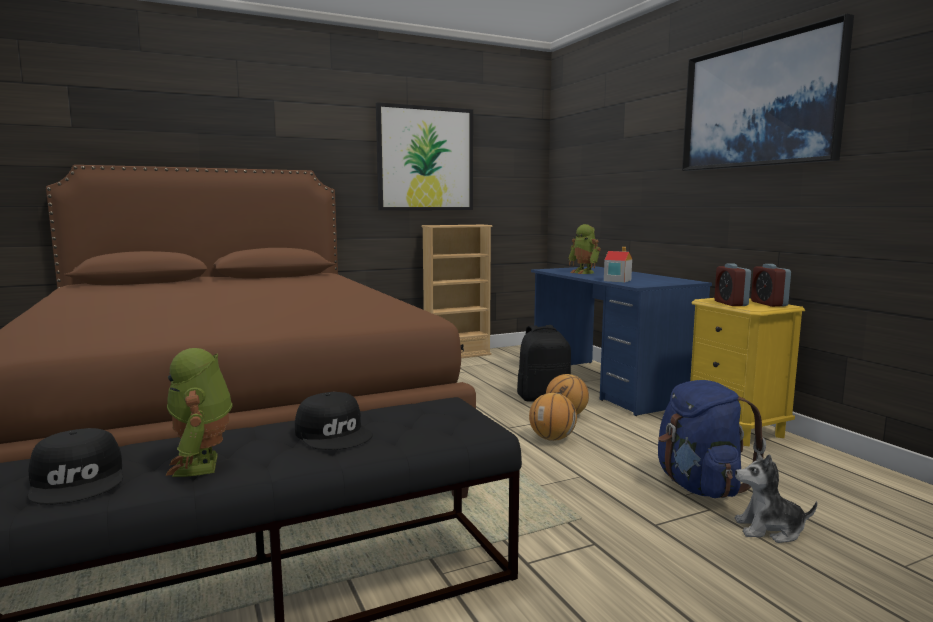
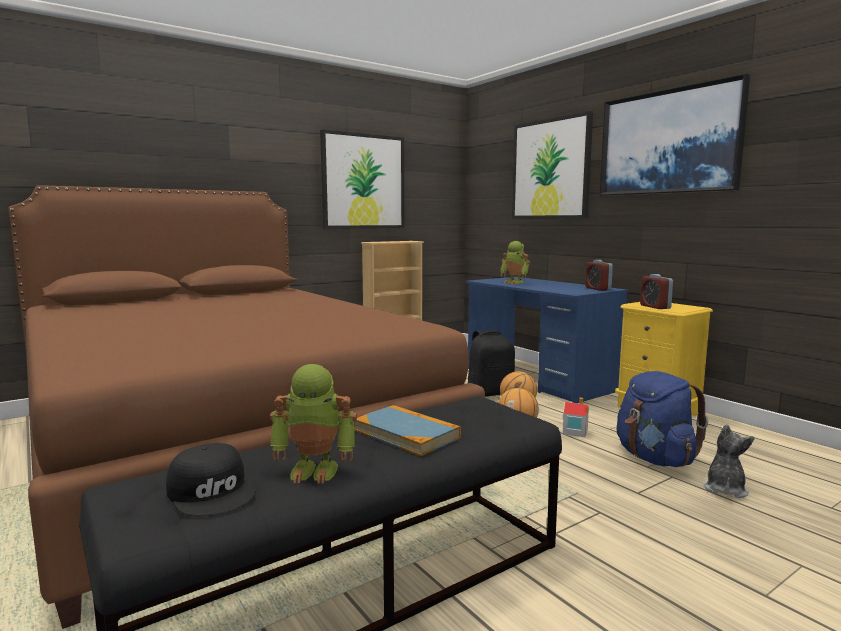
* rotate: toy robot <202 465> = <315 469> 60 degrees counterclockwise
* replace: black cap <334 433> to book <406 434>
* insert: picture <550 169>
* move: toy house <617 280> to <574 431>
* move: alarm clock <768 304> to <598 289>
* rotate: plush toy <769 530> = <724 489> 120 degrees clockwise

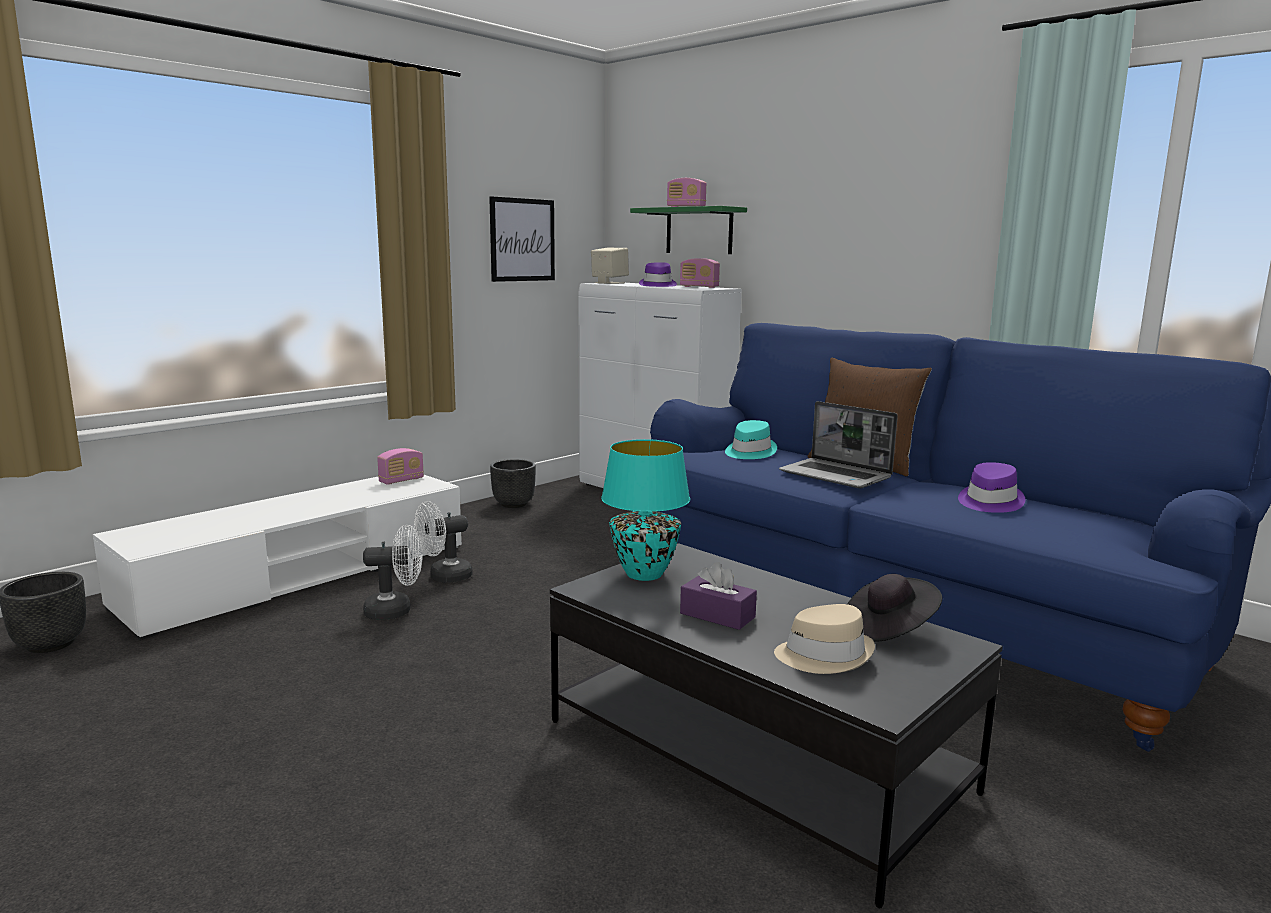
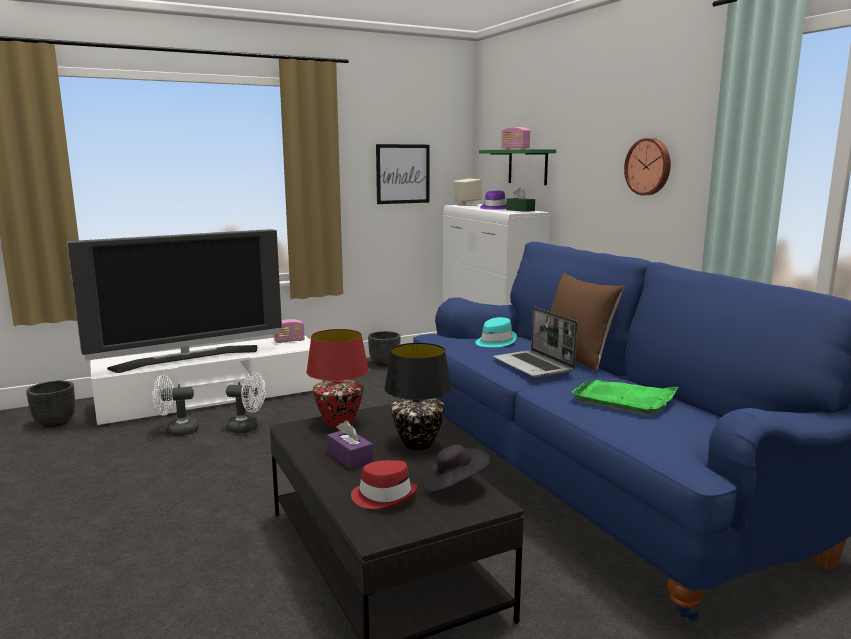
* insert: television <188 358>
* move: white fan <444 577> to <177 431>
* recolor: turquoise table lamp <644 574> to red table lamp <339 423>
* recolor: beige hat <824 655> to red hat <384 496>
* insert: black table lamp <417 444>
* replace: radio <699 287> to green tissue box <520 210>
* replace: purple hat <989 502> to green tray <625 399>
* insert: wall clock <649 167>

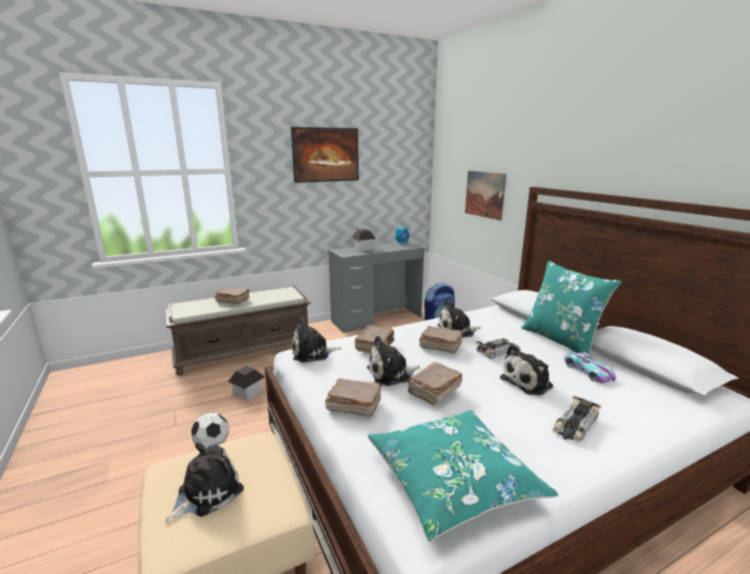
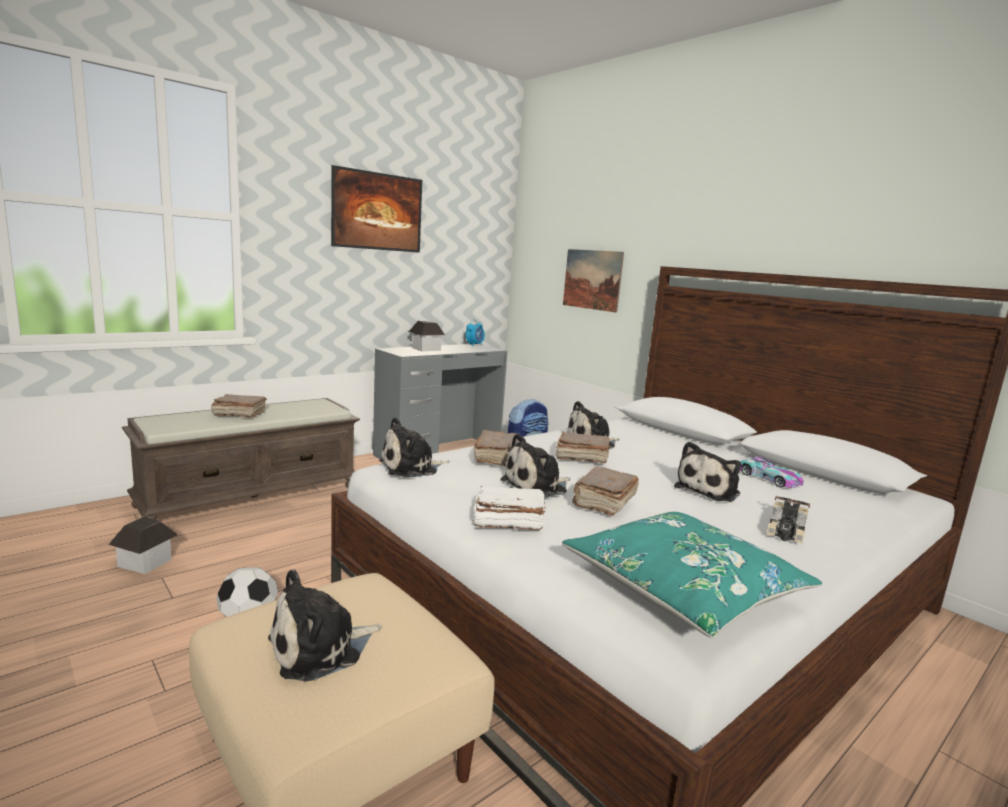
* move: toy house <248 392> to <145 562>
* rotate: plush toy <206 492> = <321 648> 150 degrees counterclockwise
* recolor: brown book <353 405> to white book <507 521>
* delete: toy car <498 351>
* delete: turquoise pillow <561 340>

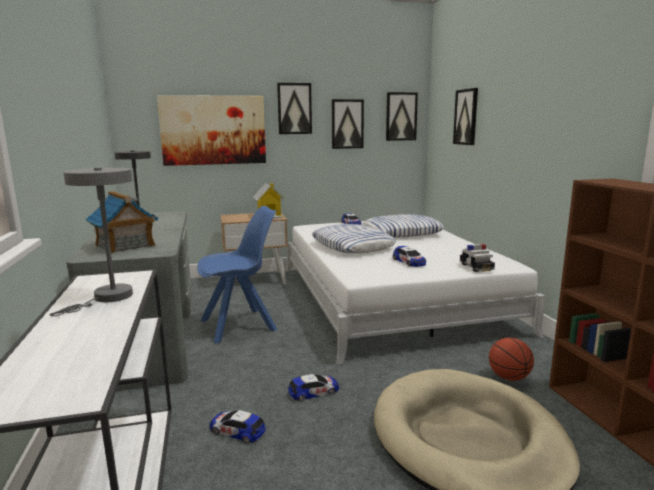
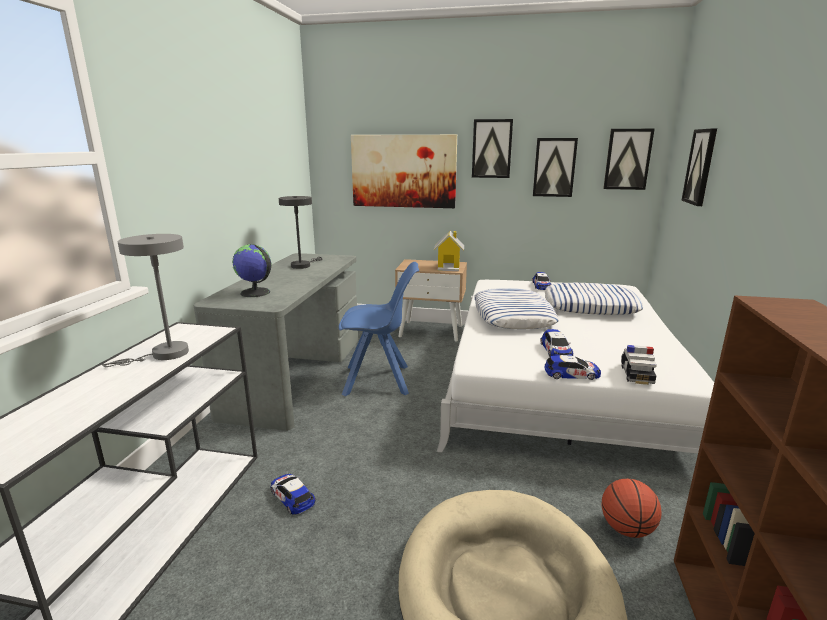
* replace: toy house <125 245> to globe <255 293>
* move: toy car <314 391> to <572 374>

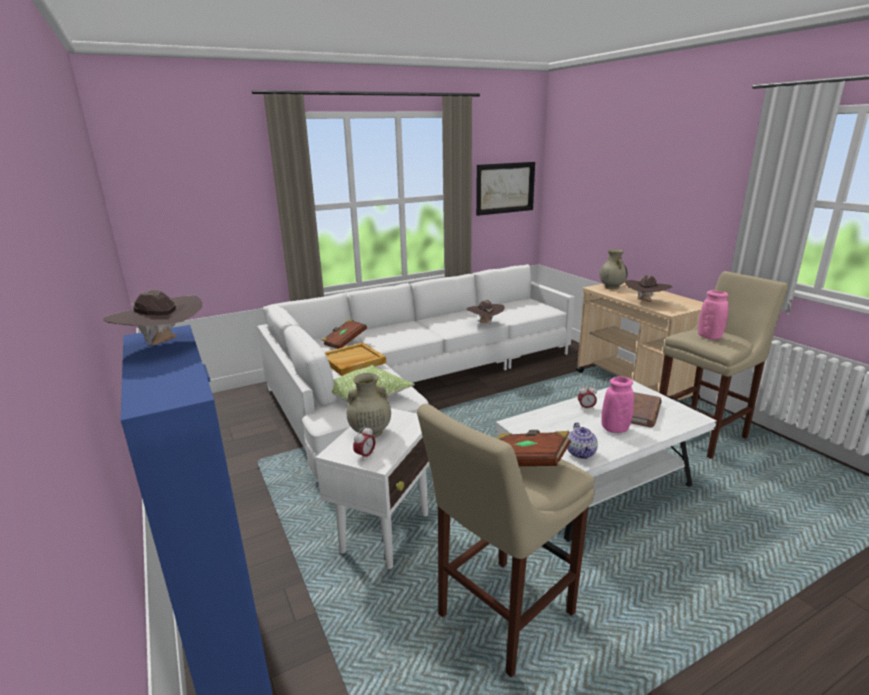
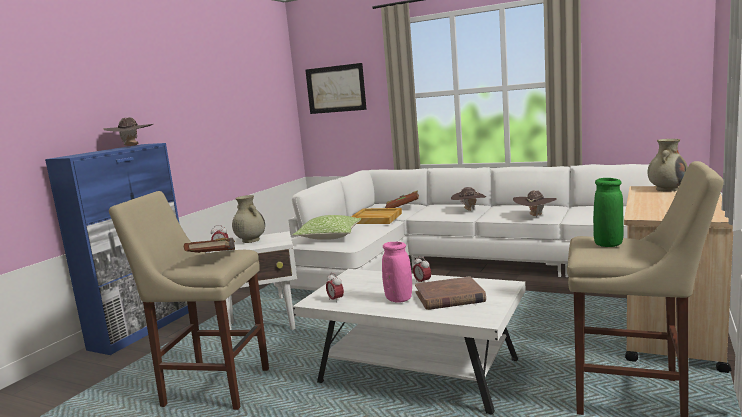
* move: picture <505 188> to <336 89>
* replace: teapot <581 453> to alarm clock <335 300>
* move: brown hat <645 302> to <469 211>
* recolor: pink vase <709 337> to green vase <608 244>

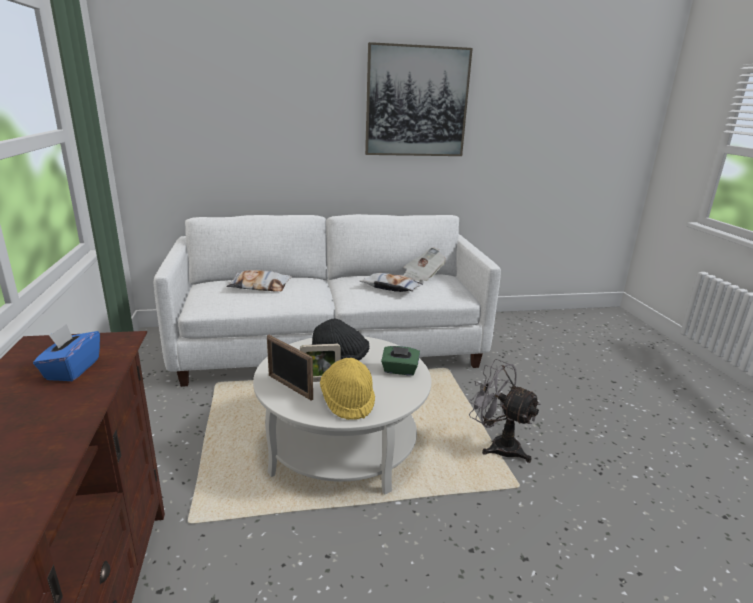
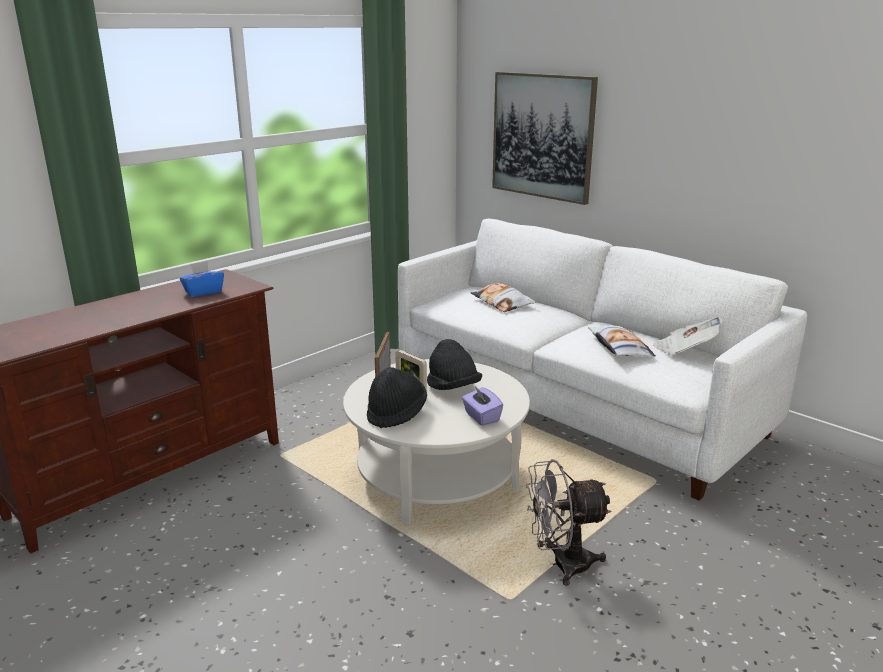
* recolor: yellow hat <348 401> to black hat <396 414>
* recolor: green tissue box <399 370> to purple tissue box <481 417>
* move: picture <416 102> to <542 136>
* rotate: grey fan <498 445> = <561 564> 105 degrees counterclockwise

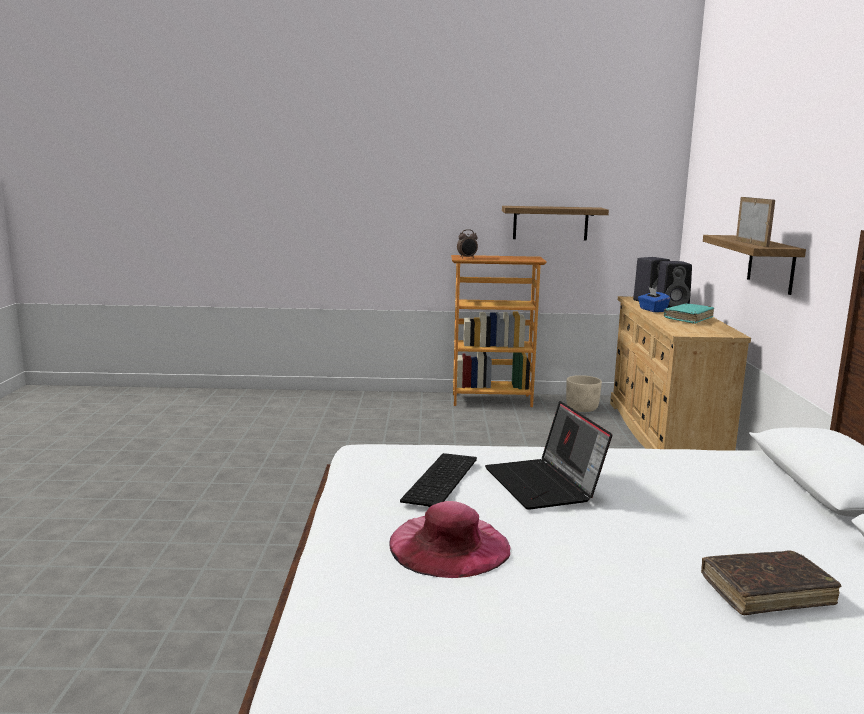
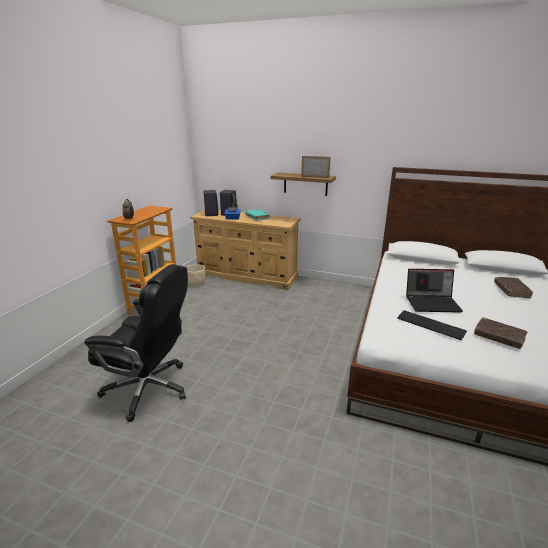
* insert: black office chair <149 388>
* replace: pink hat <449 545> to brown book <498 337>
* delete: shelf <550 223>

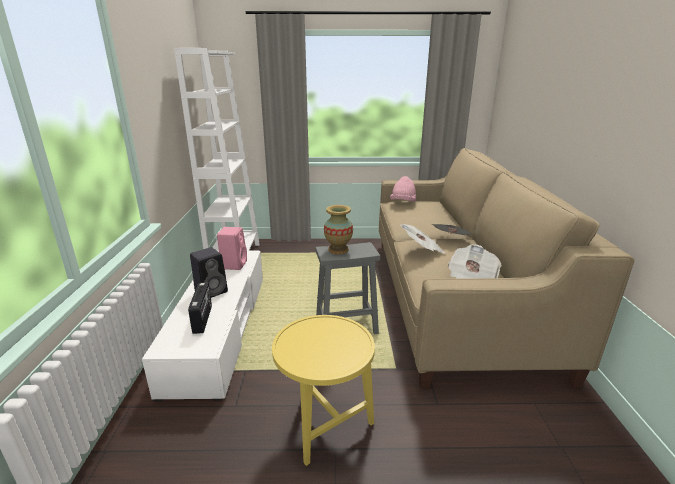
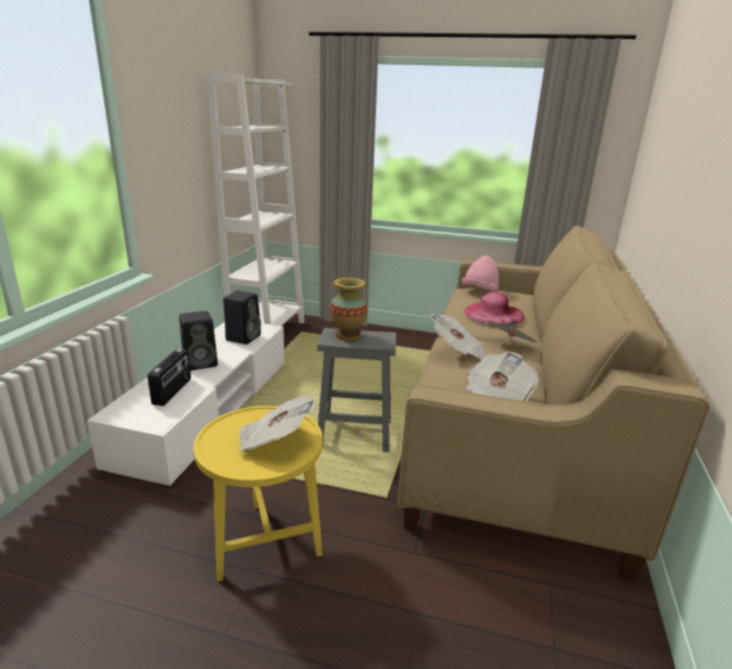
* recolor: pink speaker <234 264> to black speaker <243 337>
* insert: newspaper <274 440>
* insert: pink hat <493 314>

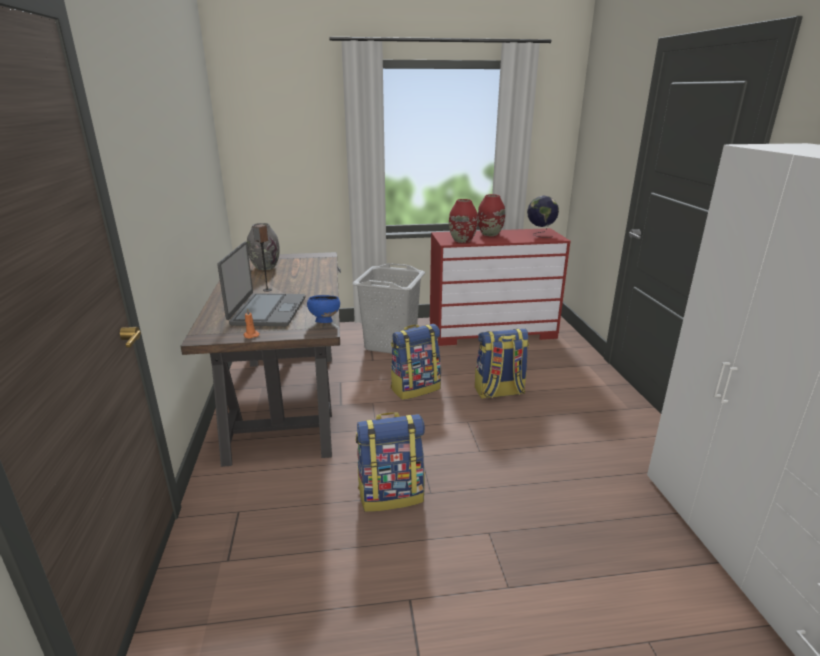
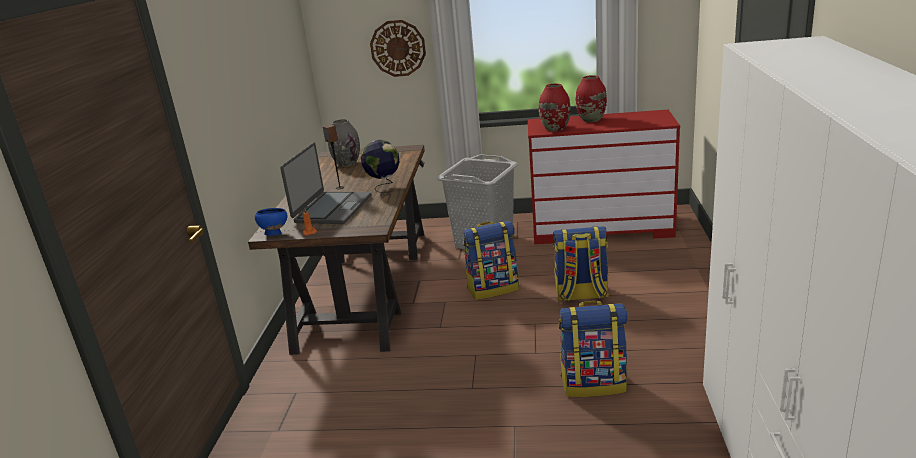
* move: blue bowl <324 322> to <274 234>
* move: globe <540 234> to <384 187>
* insert: wall clock <398 48>
* move: backpack <391 494> to <594 383>

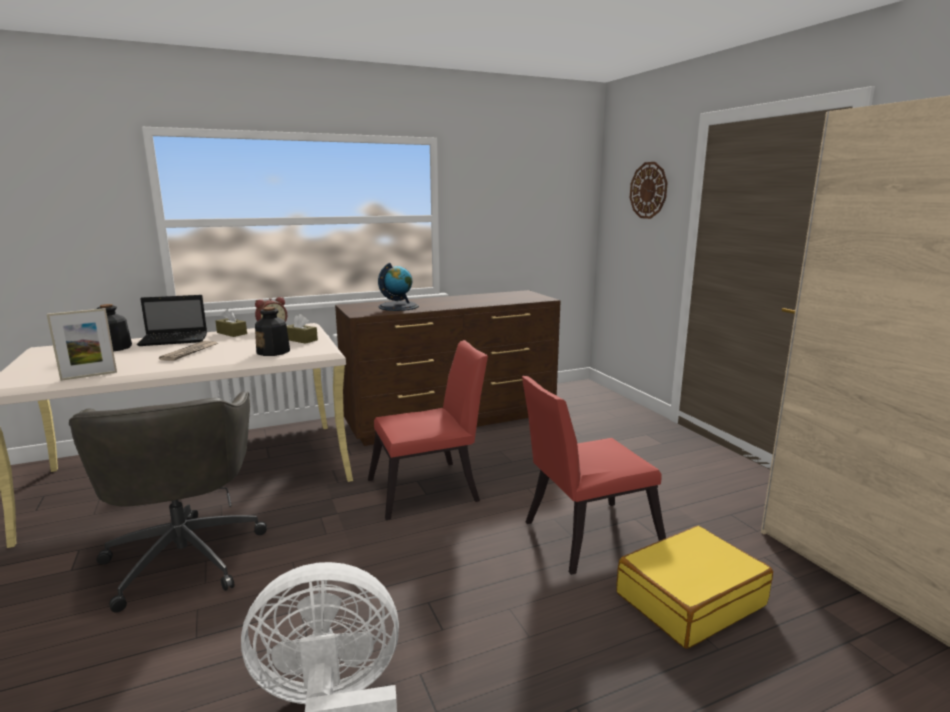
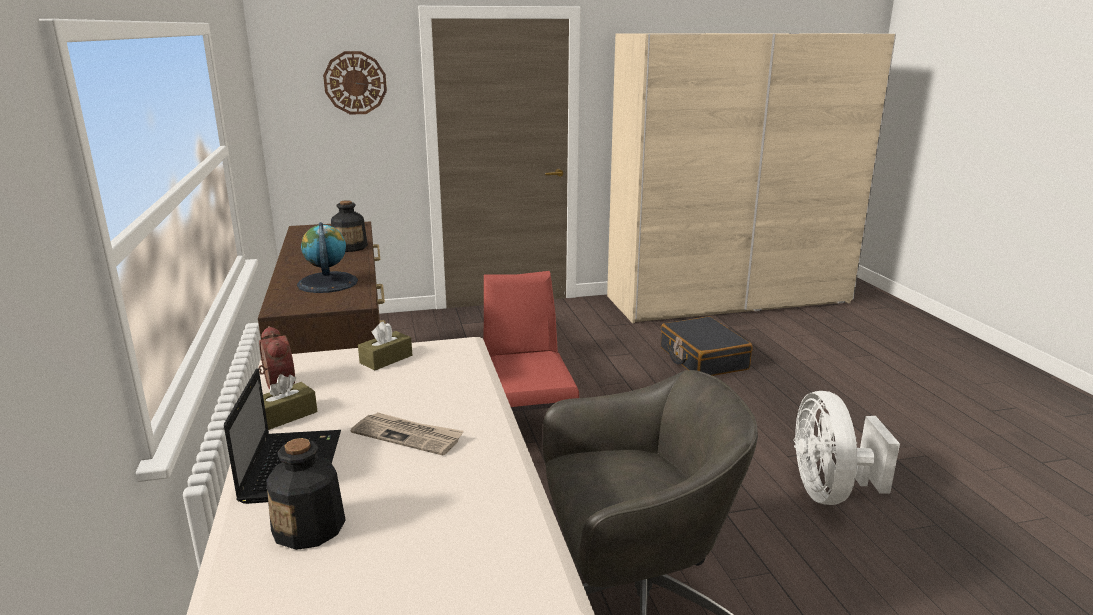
* move: bottle <273 352> to <350 247>
* recolor: yellow suitcase <689 599> to black suitcase <702 358>
* delete: picture frame <89 376>
* delete: red chair <584 537>

